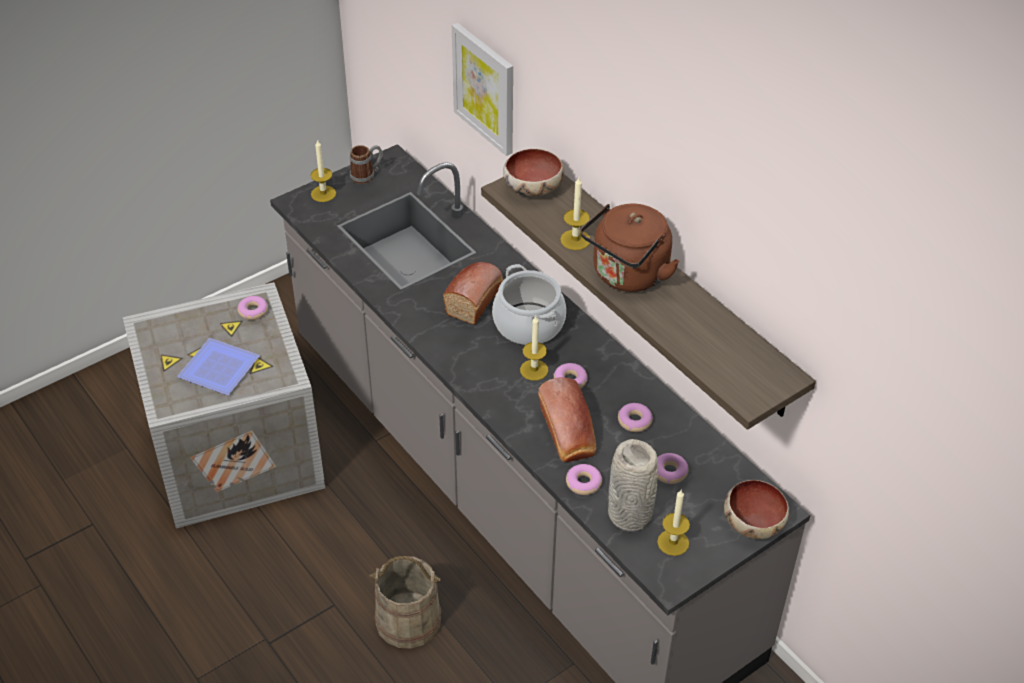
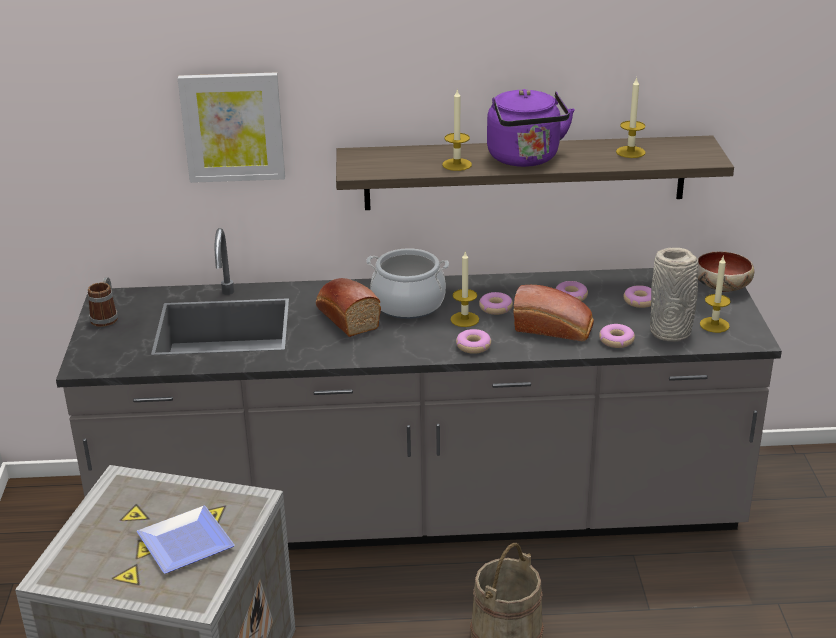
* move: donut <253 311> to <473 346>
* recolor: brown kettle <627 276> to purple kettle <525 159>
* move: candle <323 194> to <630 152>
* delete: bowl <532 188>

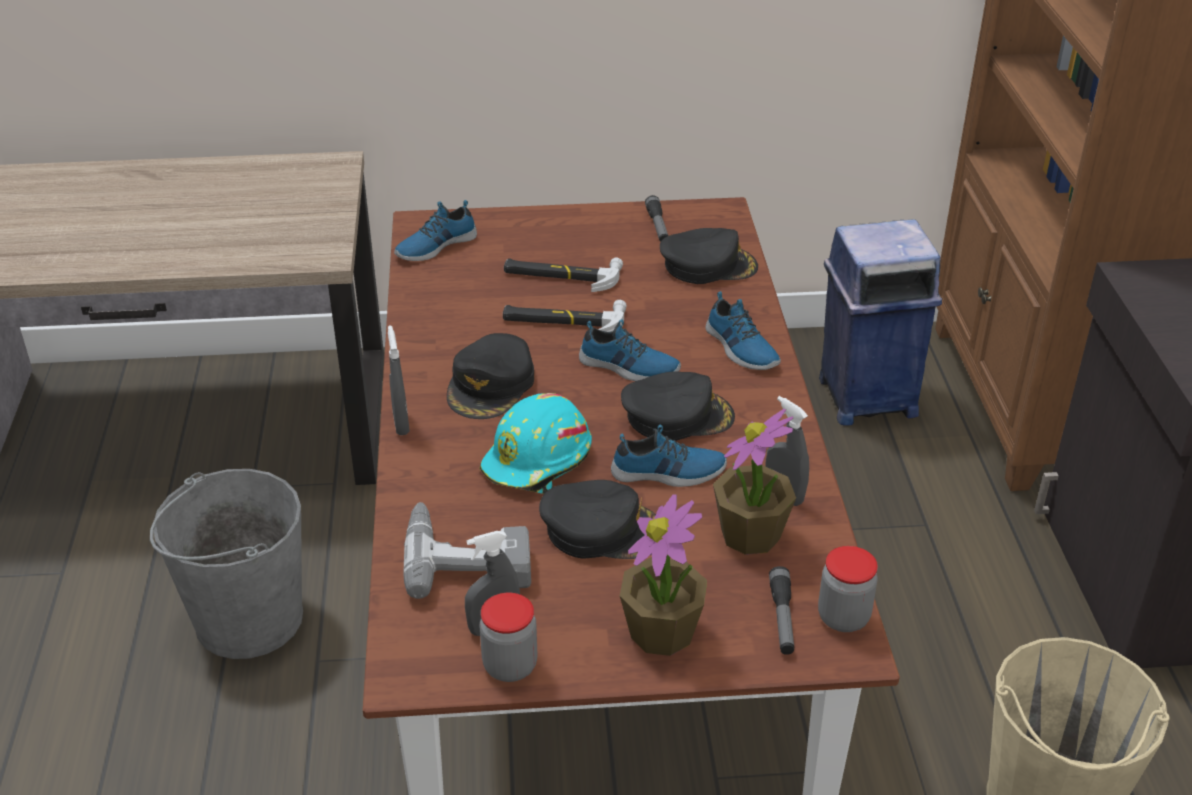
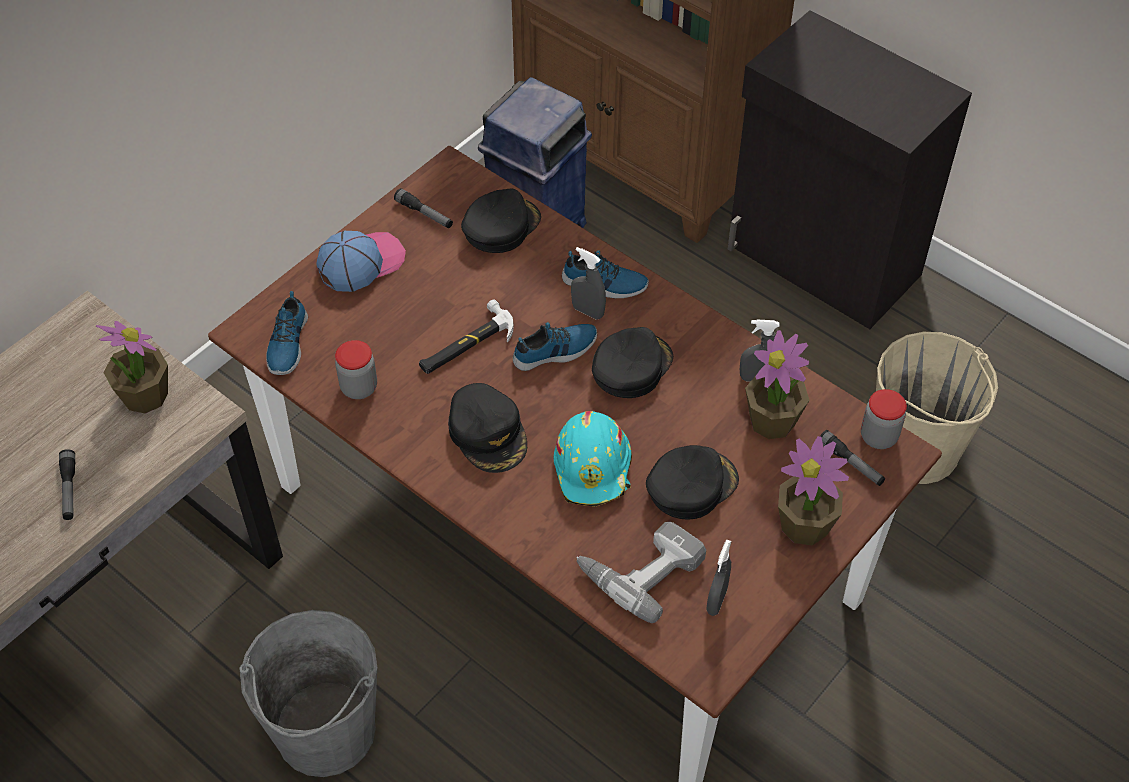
* insert: flashlight <69 489>
* insert: potted plant <145 395>
* insert: cap <361 262>
* move: jar <510 666> to <359 387>
* move: grey spray bottle <401 424> to <588 311>
* delete: hammer <561 275>
* delete: shoe <668 472>

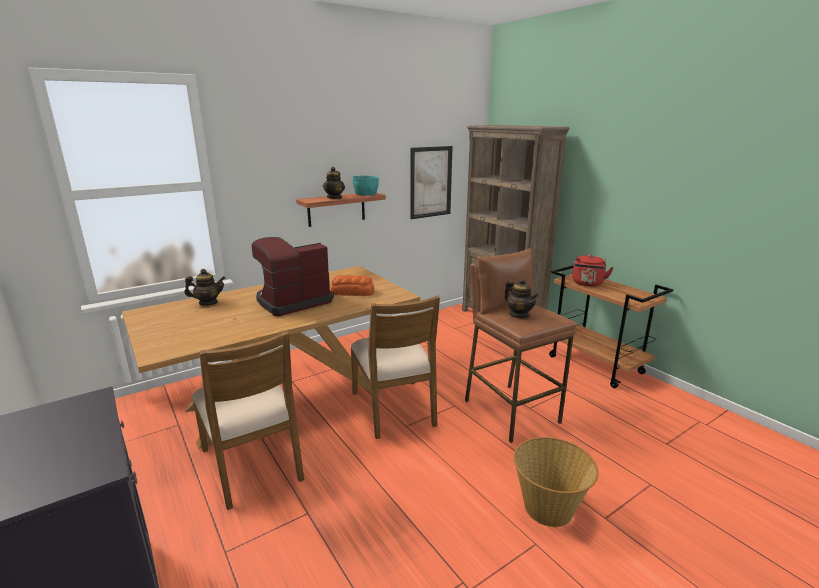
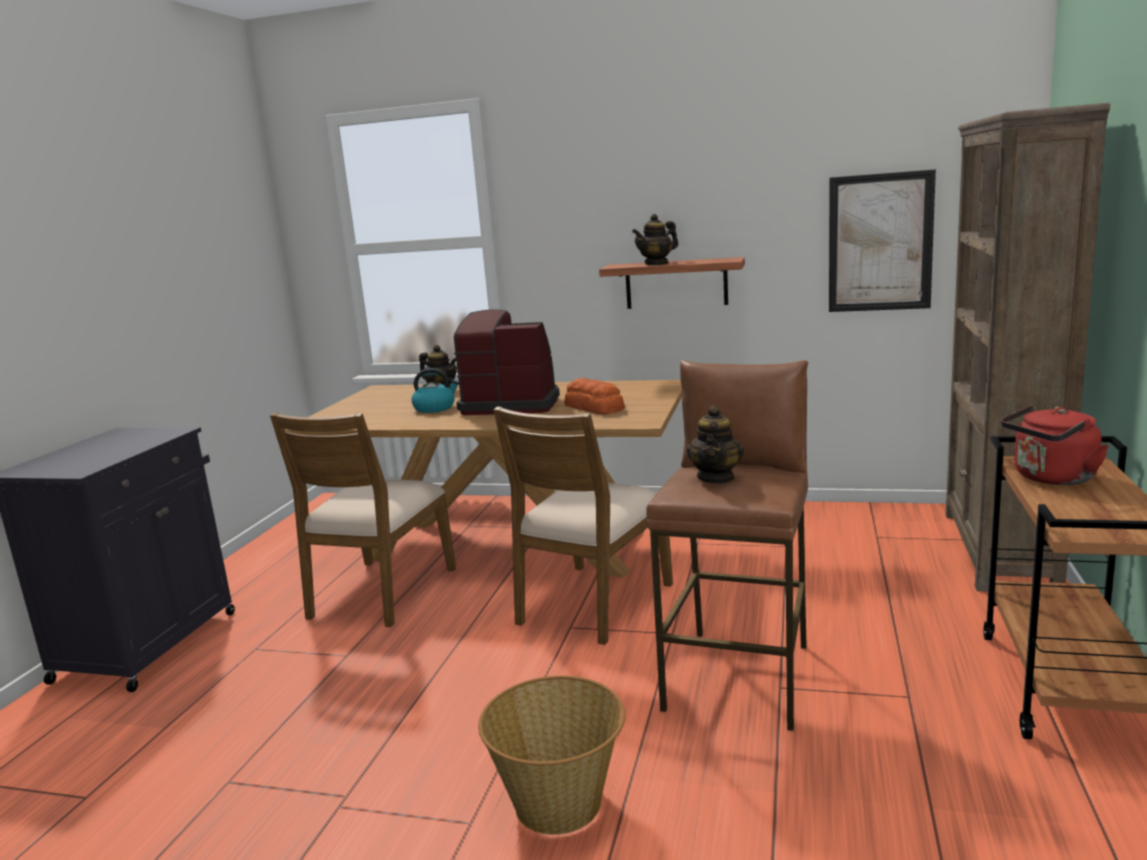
* insert: kettle <435 408>
* delete: turquoise bowl <366 194>

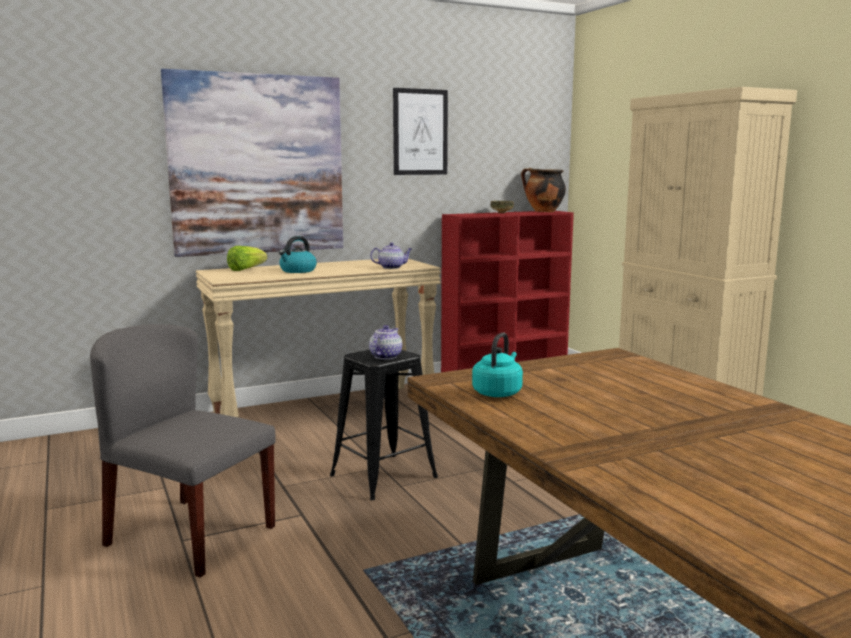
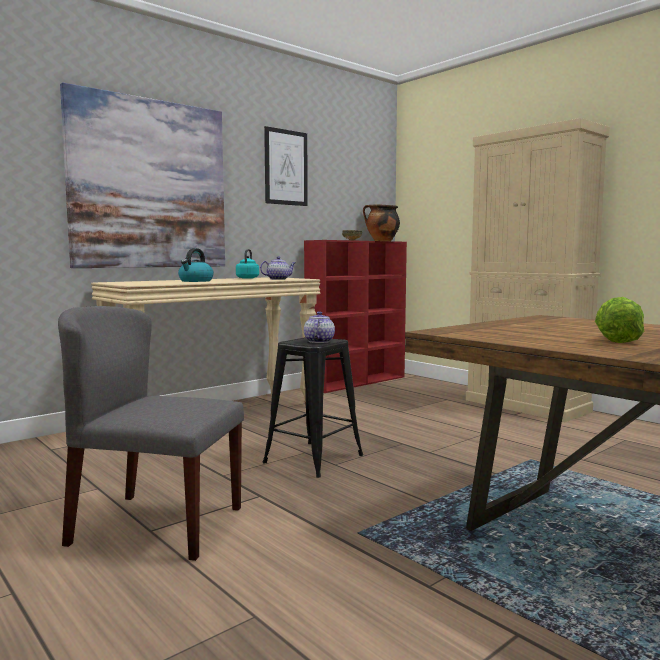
* move: turquoise kettle <498 392> to <248 278>
* move: lettuce <246 269> to <618 340>

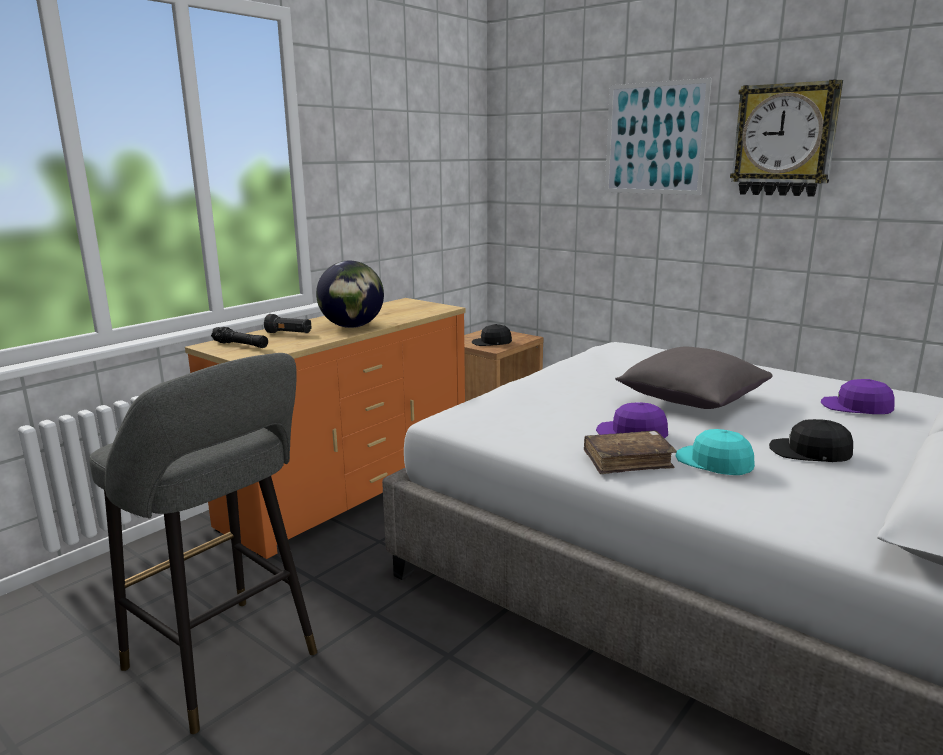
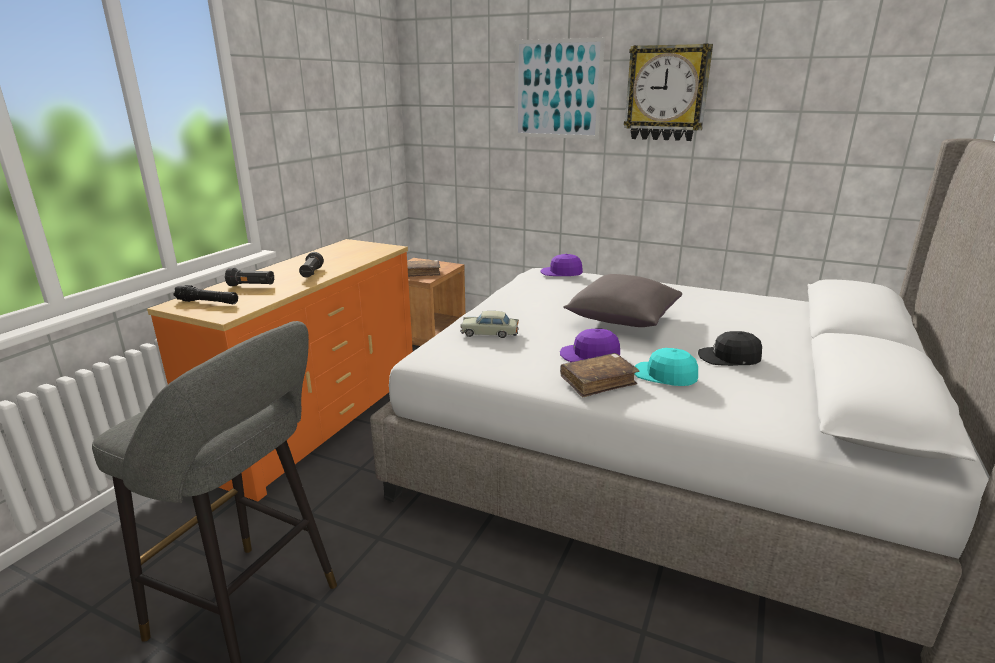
* replace: globe <352 326> to black flashlight <311 273>
* replace: black cap <492 342> to brown book <421 273>
* insert: beige toy car <489 333>
* move: purple cap <856 407> to <561 273>

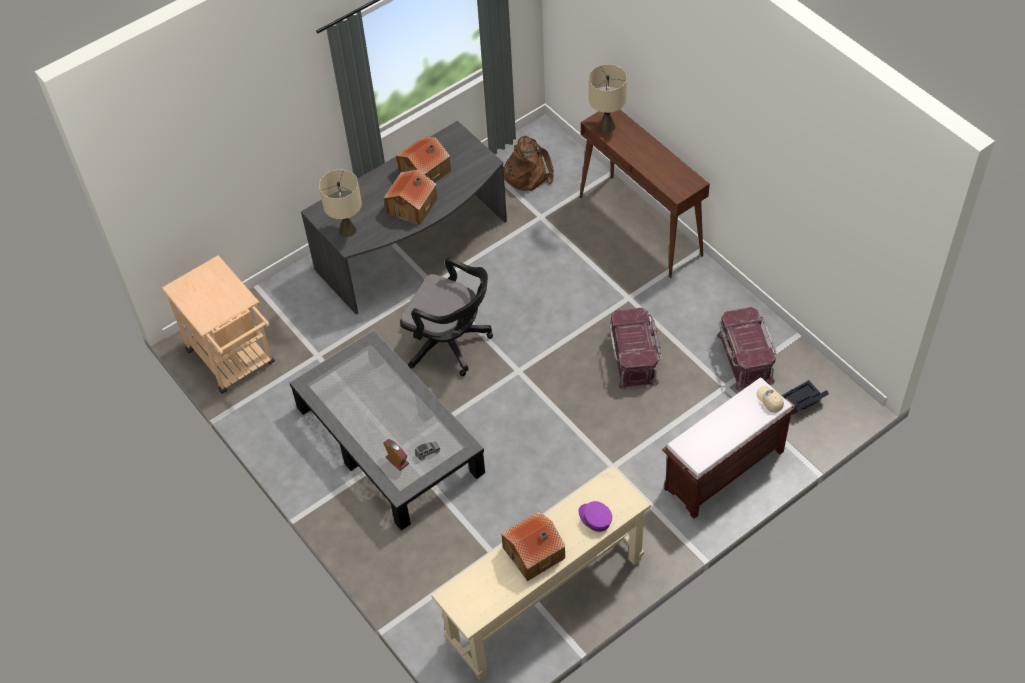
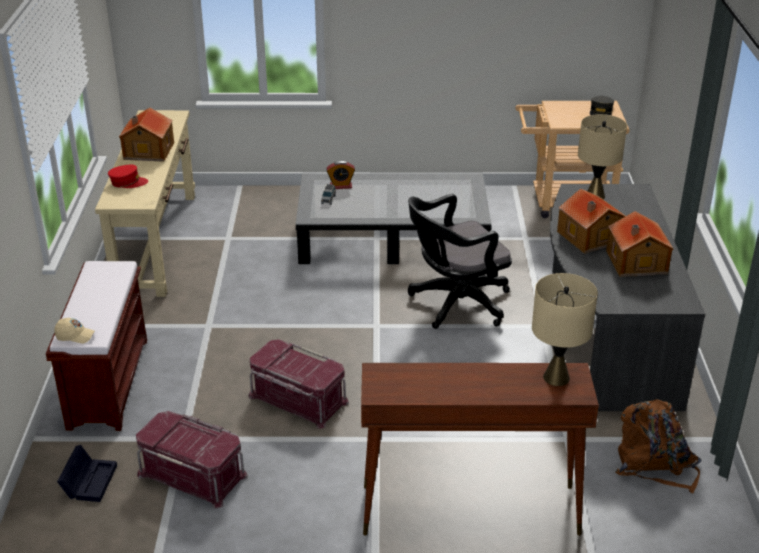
* recolor: purple cap <595 519> to red cap <128 182>
* insert: grey cap <601 112>

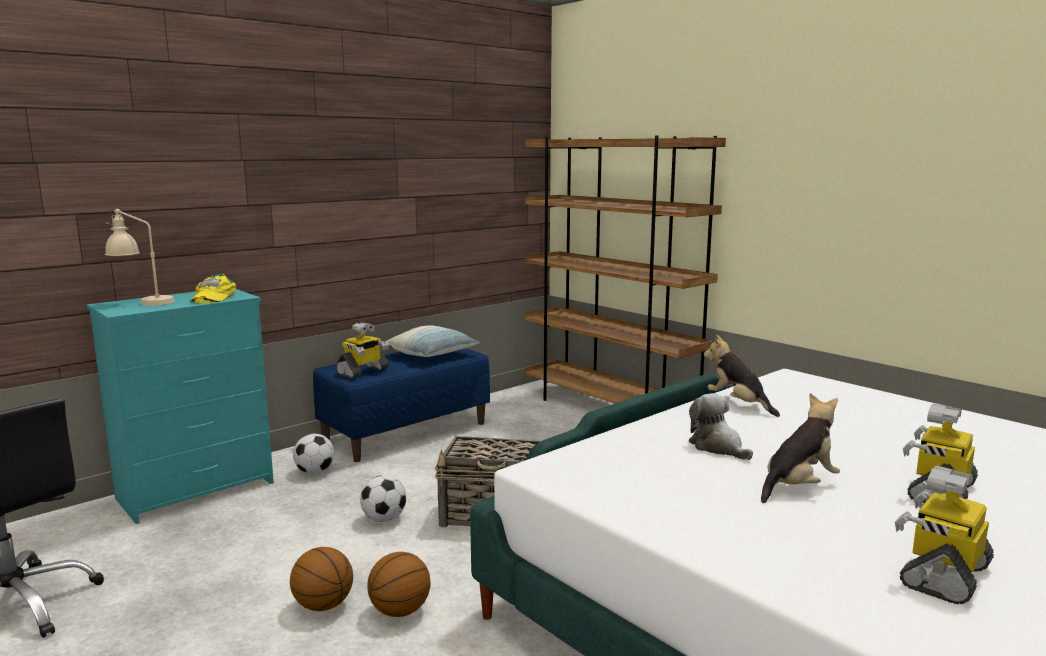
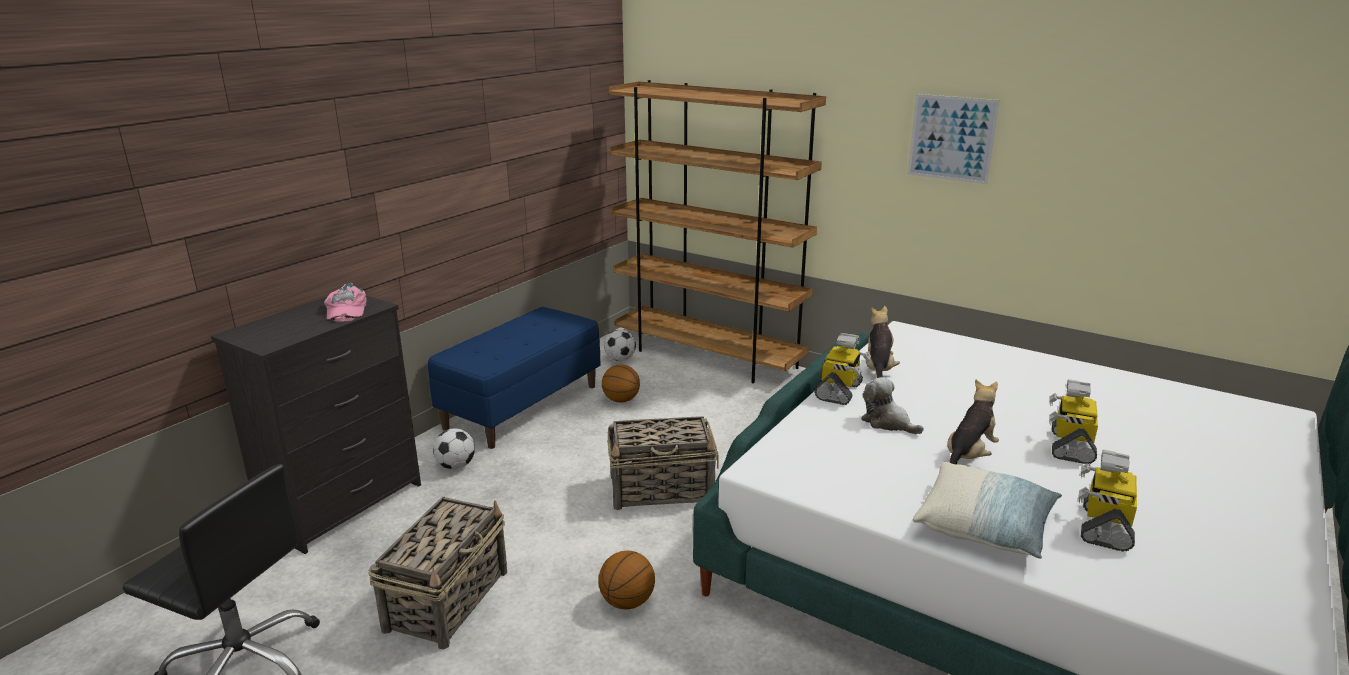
* recolor: turquoise dresser <198 490> to black dresser <345 505>
* recolor: yellow cap <213 297> to pink cap <345 310>
* insert: basket <448 599>
* move: basketball <323 605> to <621 400>
* move: football <384 519> to <620 359>
* move: toy robot <363 372> to <840 391>
* rotate: plush toy <738 404> = <878 370> 60 degrees clockwise
* insert: picture <951 138>
* move: pillow <433 355> to <984 526>
* delete: beige table lamp <142 303>

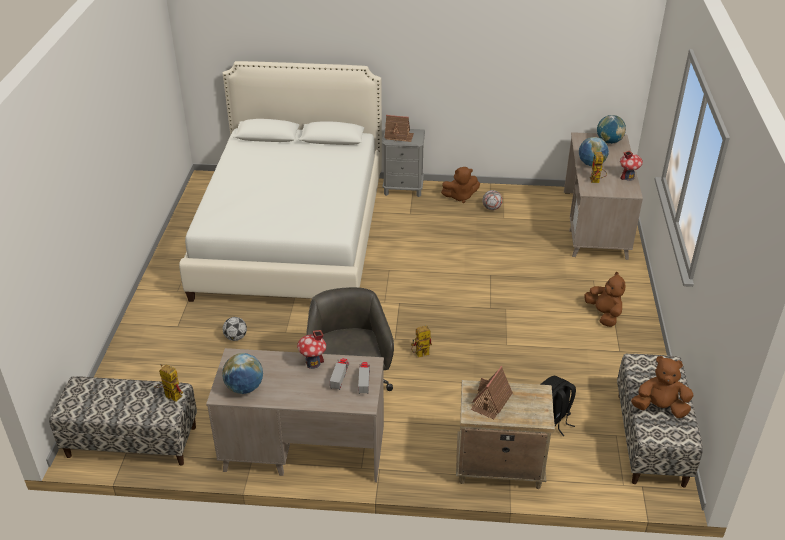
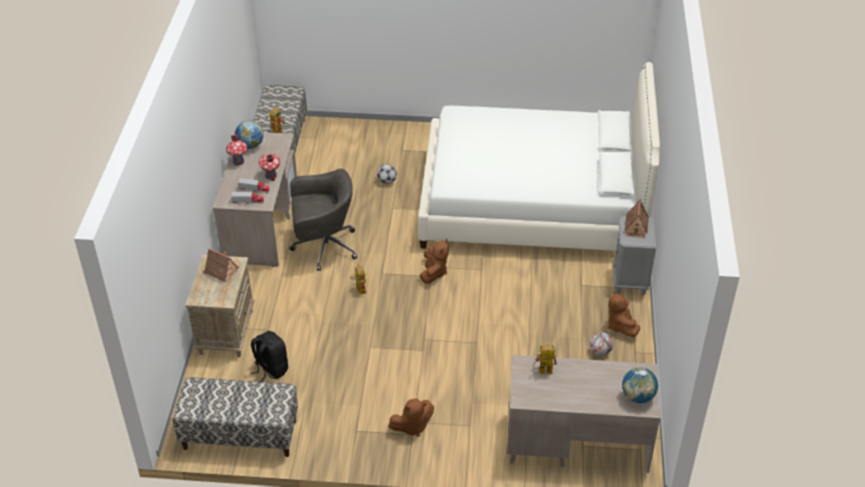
* move: toy house <628 177> to <238 162>
* move: brown plush toy <660 408> to <433 273>
* delete: globe <591 164>

